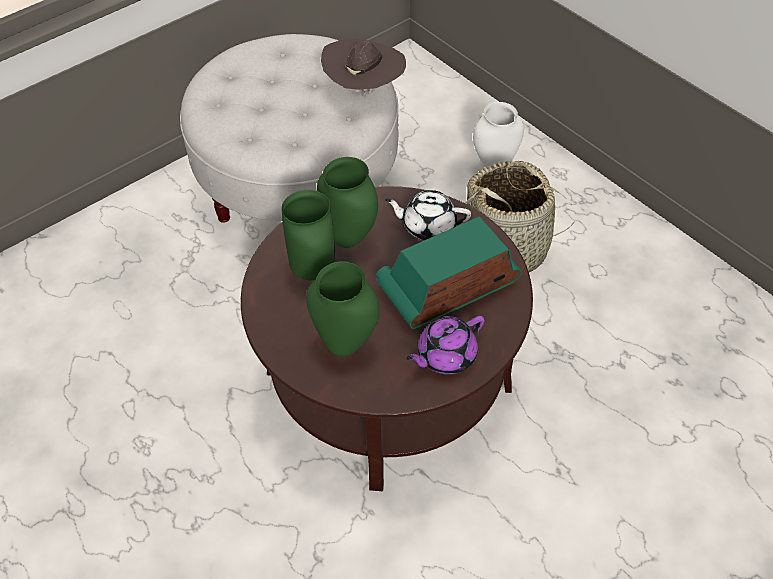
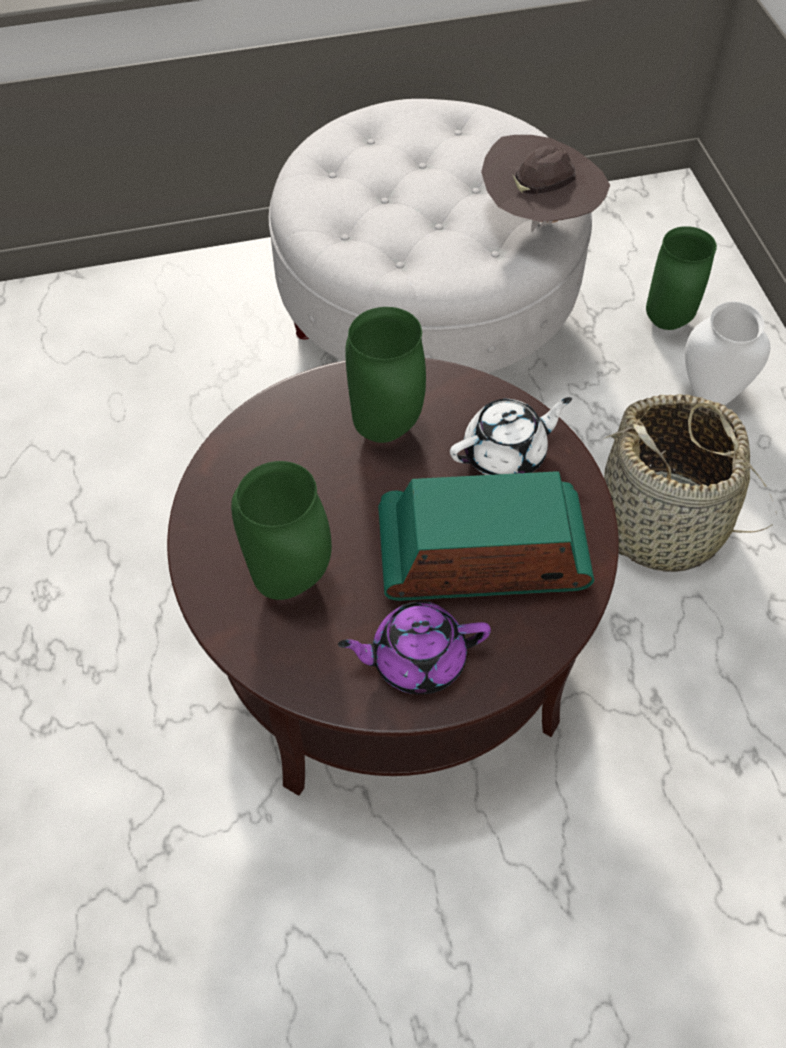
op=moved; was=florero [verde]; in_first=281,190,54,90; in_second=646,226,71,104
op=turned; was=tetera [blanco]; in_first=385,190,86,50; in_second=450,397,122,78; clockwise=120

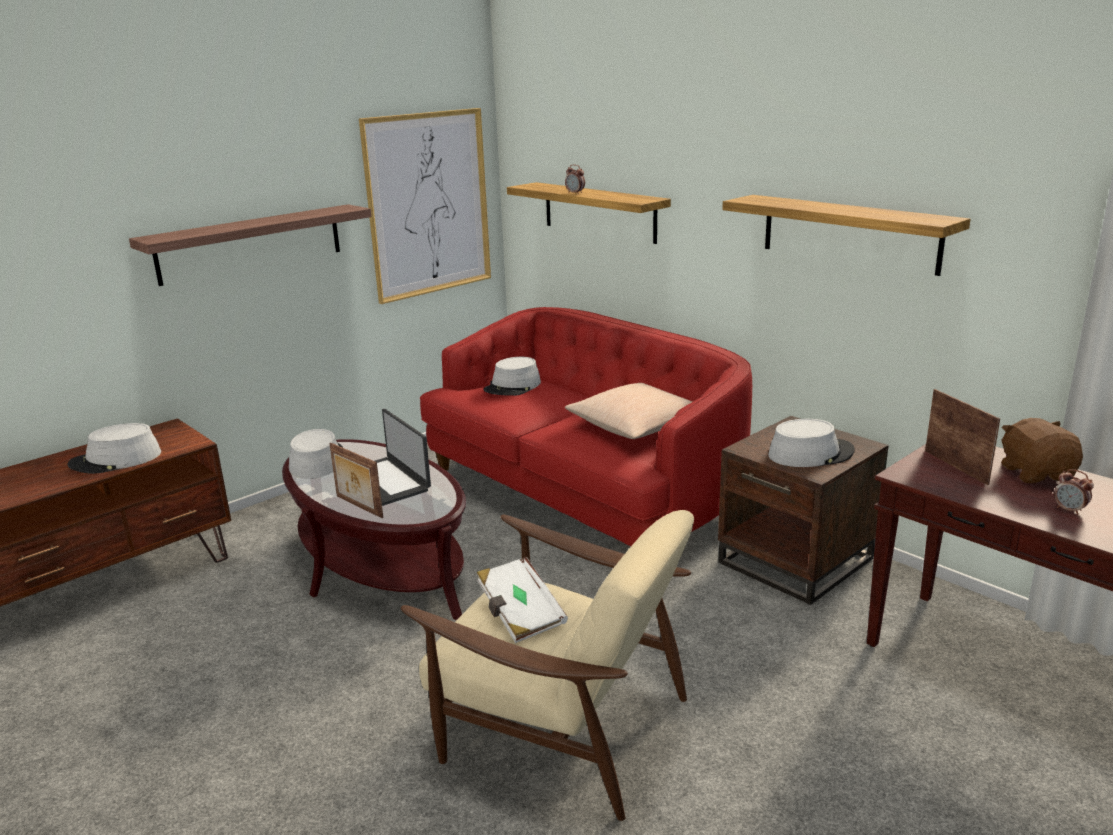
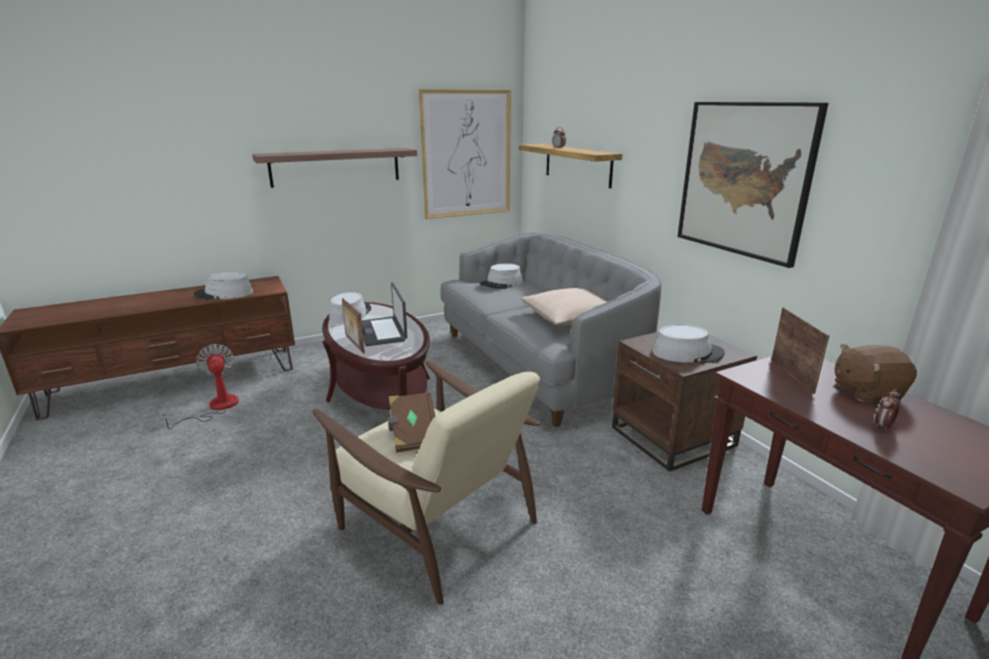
op=recoloured; was=sofá [rojo]; now=sofá [gris]; in_first=419,307,333,239; in_second=440,233,221,194
op=recoloured; was=libro [blanco]; now=libro [marrón]; in_first=477,557,91,86; in_second=388,392,48,61
op=replaced; was=estante; now=cuadro; in_first=722,195,249,81; in_second=678,102,151,166
op=turned; was=peluche [marrón]; in_first=1001,418,82,65; in_second=835,344,82,58; clockwise=-105
op=turned; was=despertador; in_first=1054,469,40,46; in_second=875,389,26,41; clockwise=75
op=added; now=ventilador; in_second=158,344,81,86

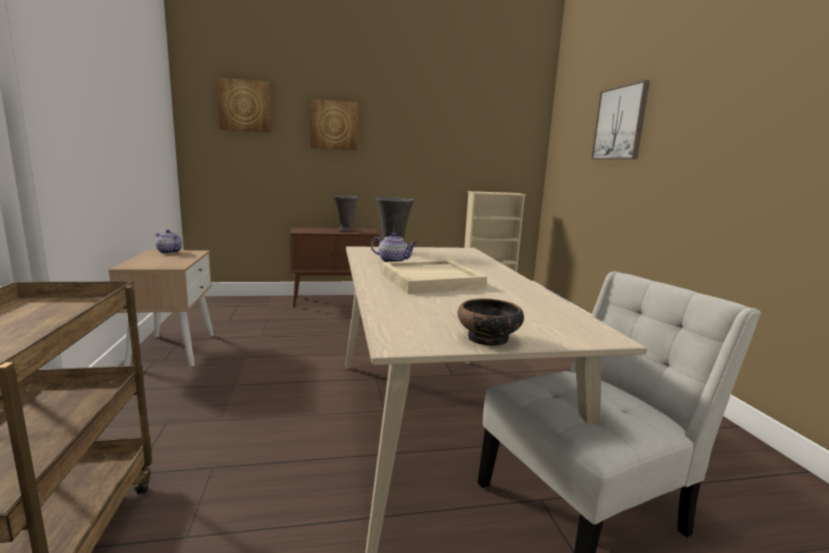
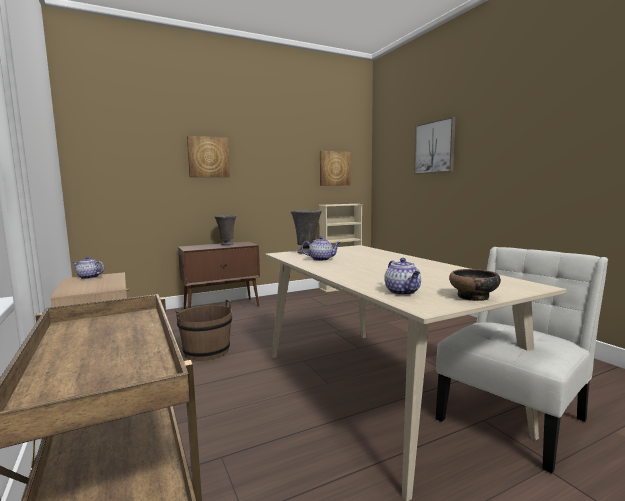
op=moved; was=cuadro; in_first=217,78,54,55; in_second=320,151,31,35
op=removed; was=bandeja [beis]; in_first=380,260,107,34
op=added; now=cubo [marrón]; in_second=175,300,57,61
op=added; now=tetera; in_second=384,258,37,37

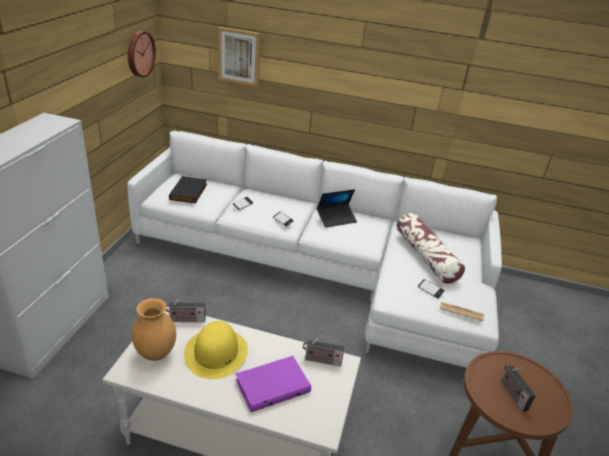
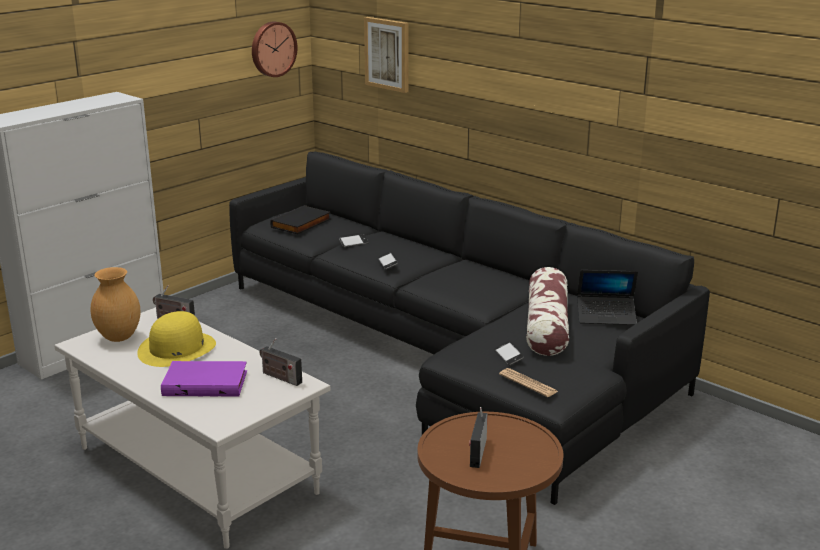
op=recoloured; was=sofá [blanco]; now=sofá [negro]; in_first=127,131,375,237; in_second=229,151,481,354
op=moved; was=portátil; in_first=317,189,40,39; in_second=577,270,61,55

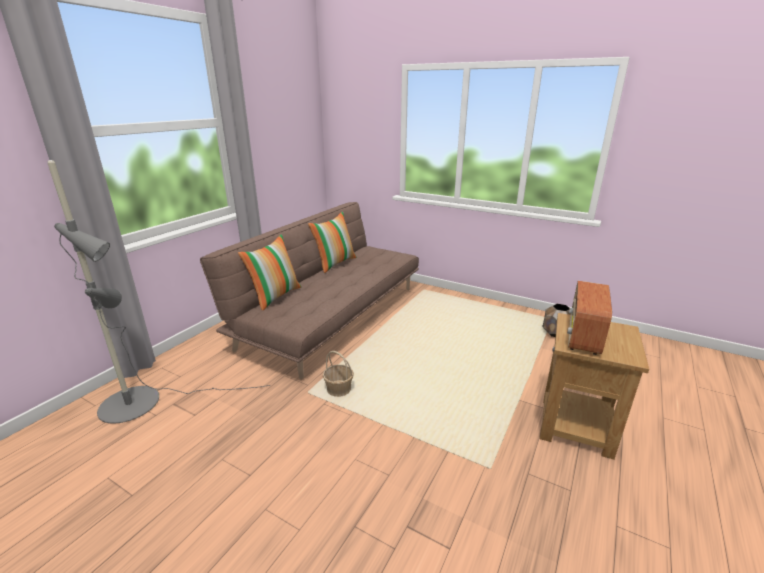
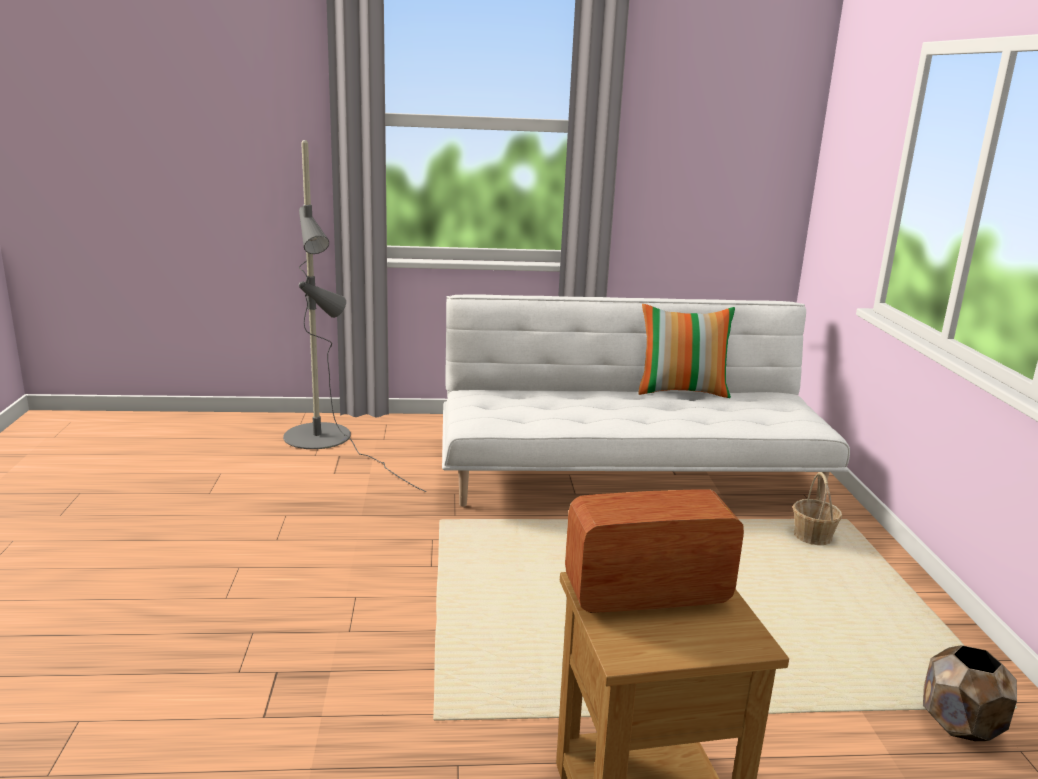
op=recoloured; was=sofá [marrón]; now=sofá [blanco]; in_first=200,202,219,177; in_second=442,294,408,213
op=removed; was=cojín; in_first=238,234,63,76
op=moved; was=cesta; in_first=323,351,31,46; in_second=793,472,49,73

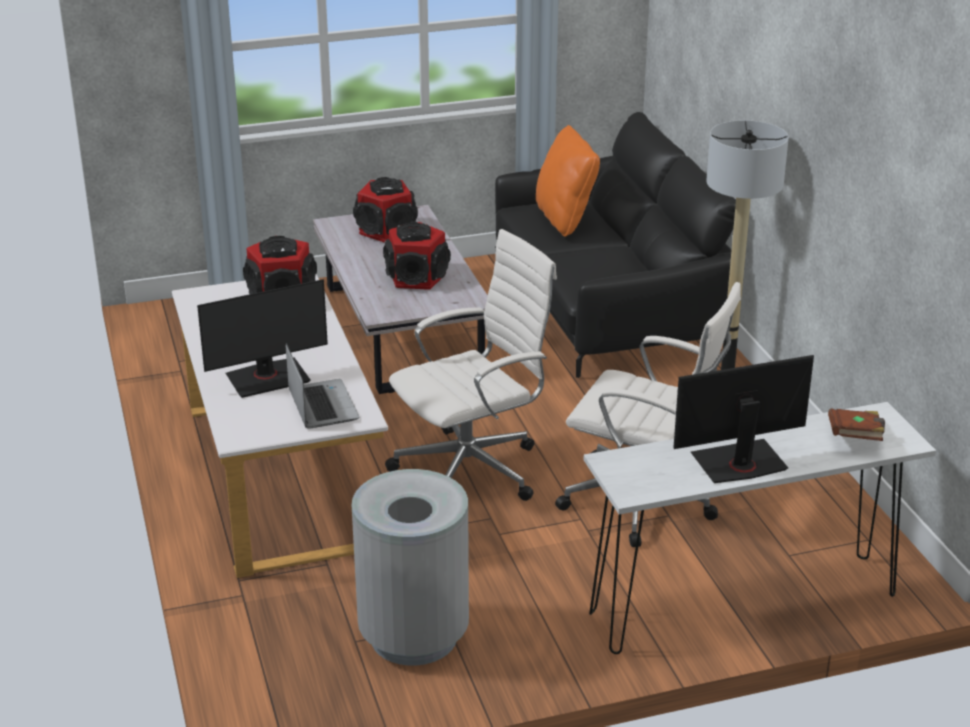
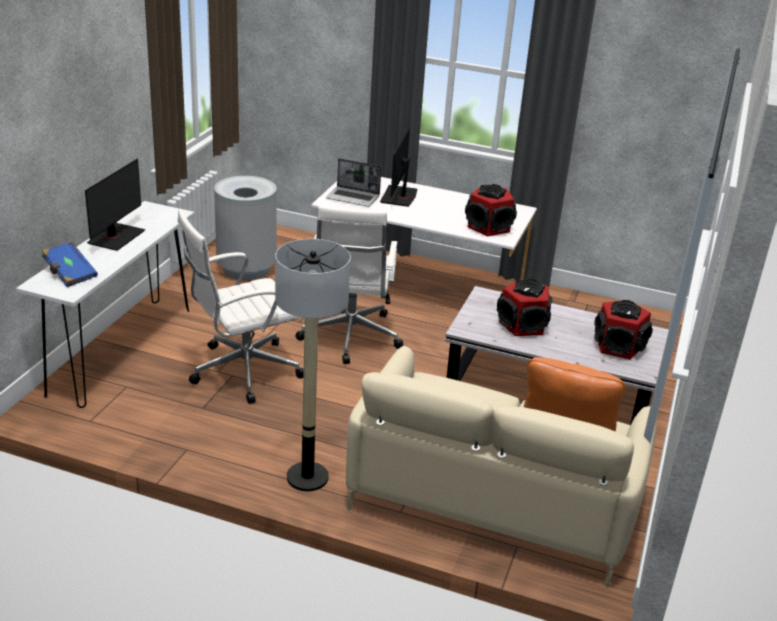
op=recoloured; was=sofá [negro]; now=sofá [beis]; in_first=495,112,241,266; in_second=346,346,311,242
op=recoloured; was=libro [marrón]; now=libro [azul]; in_first=828,408,57,33; in_second=42,242,56,45

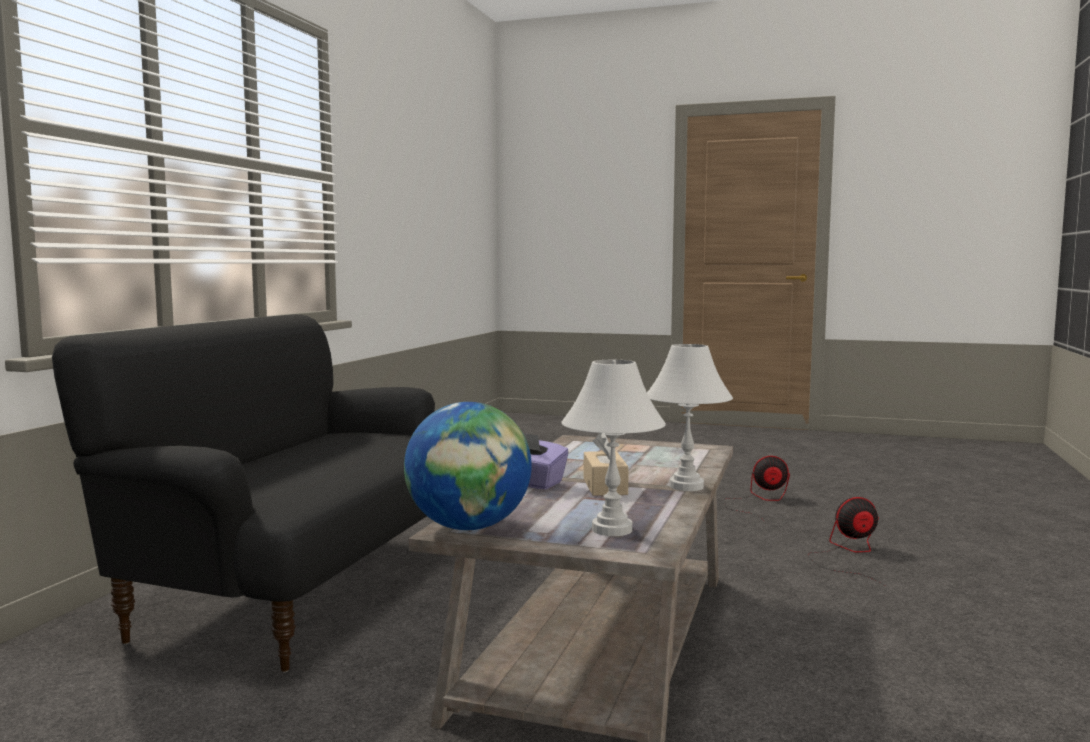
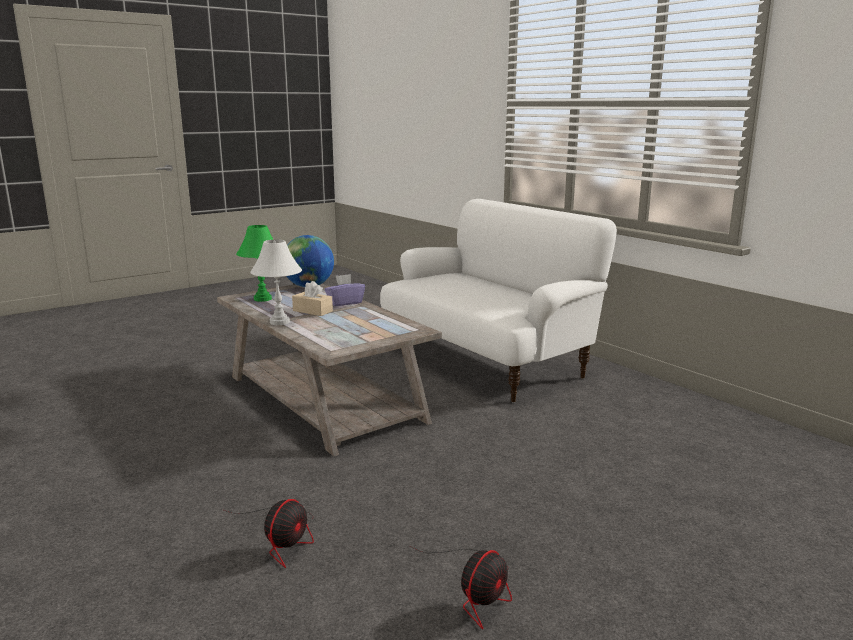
op=recoloured; was=sofá [negro]; now=sofá [blanco]; in_first=52,314,383,358; in_second=380,199,237,204
op=recoloured; was=lámpara de mesa [blanco]; now=lámpara de mesa [verde]; in_first=562,360,104,176; in_second=236,225,38,77

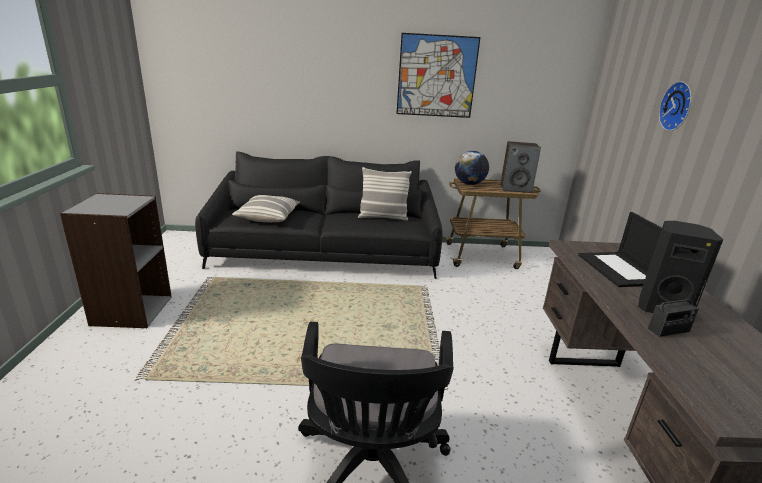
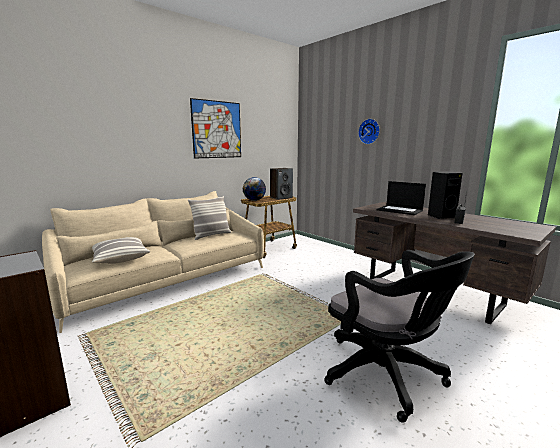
op=recoloured; was=sofá [negro]; now=sofá [beis]; in_first=195,151,248,128; in_second=42,191,222,142

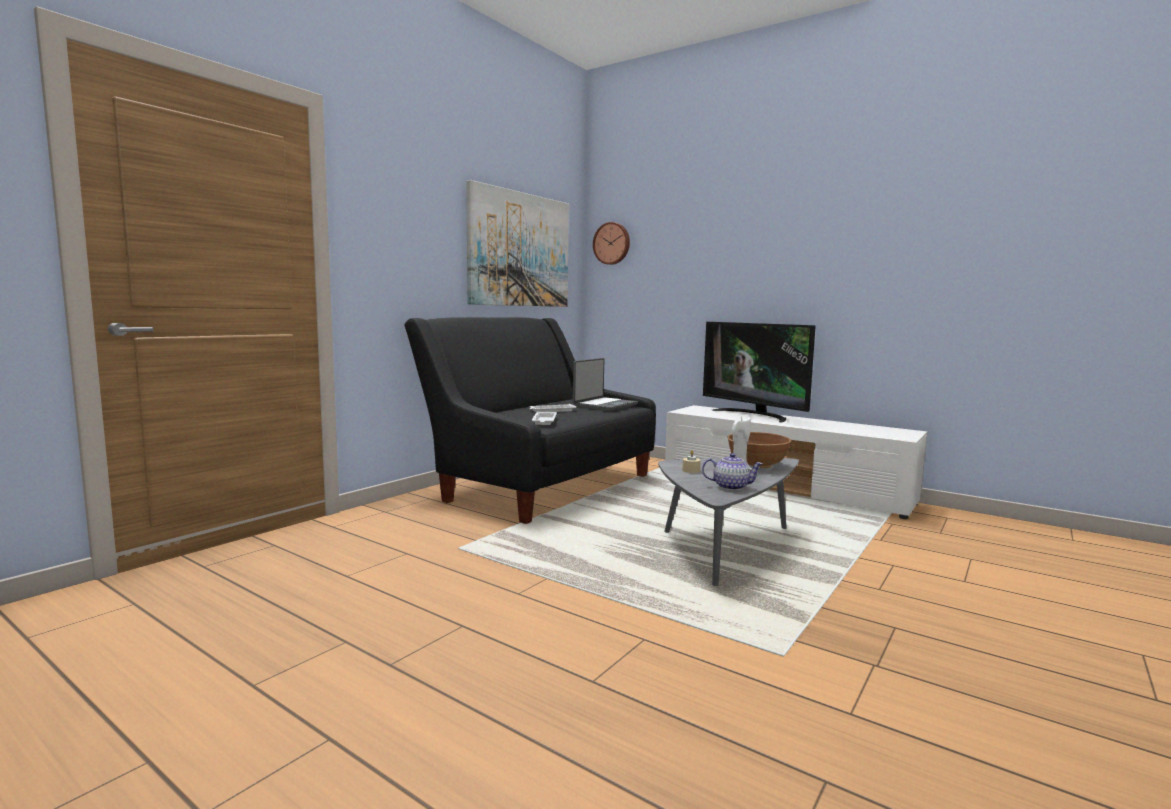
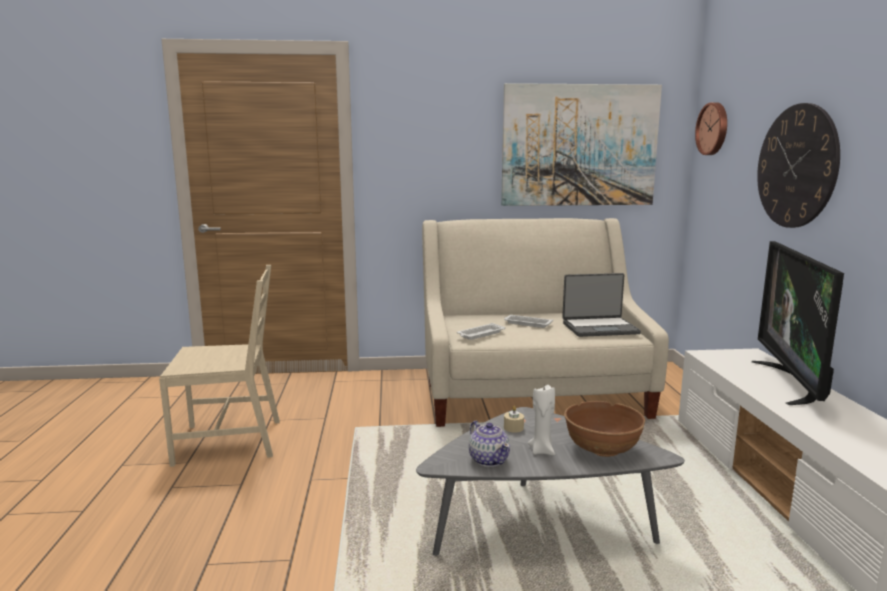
op=recoloured; was=sofá [negro]; now=sofá [beis]; in_first=405,317,251,207; in_second=422,218,247,209
op=added; now=silla [beis]; in_second=159,265,121,202
op=added; now=reloj de pared; in_second=757,103,83,125

